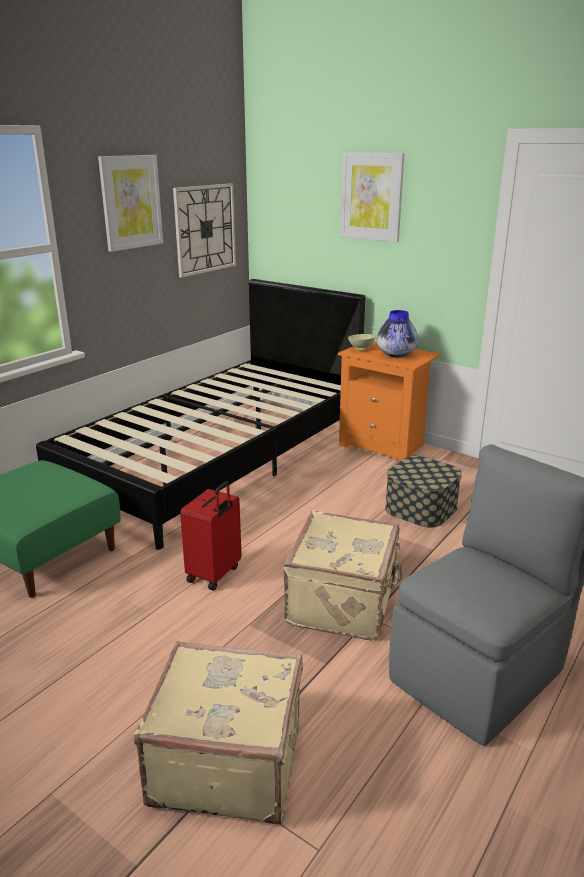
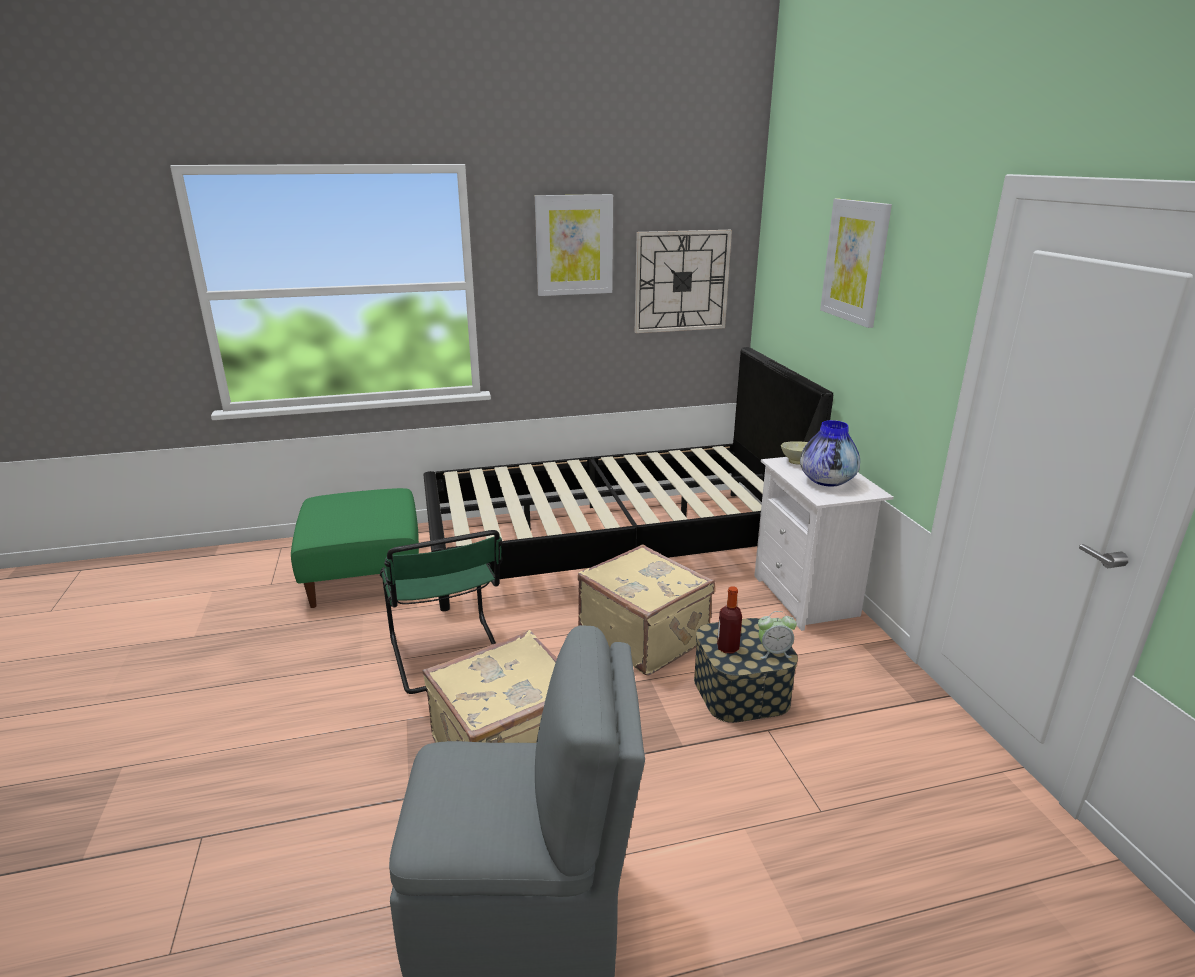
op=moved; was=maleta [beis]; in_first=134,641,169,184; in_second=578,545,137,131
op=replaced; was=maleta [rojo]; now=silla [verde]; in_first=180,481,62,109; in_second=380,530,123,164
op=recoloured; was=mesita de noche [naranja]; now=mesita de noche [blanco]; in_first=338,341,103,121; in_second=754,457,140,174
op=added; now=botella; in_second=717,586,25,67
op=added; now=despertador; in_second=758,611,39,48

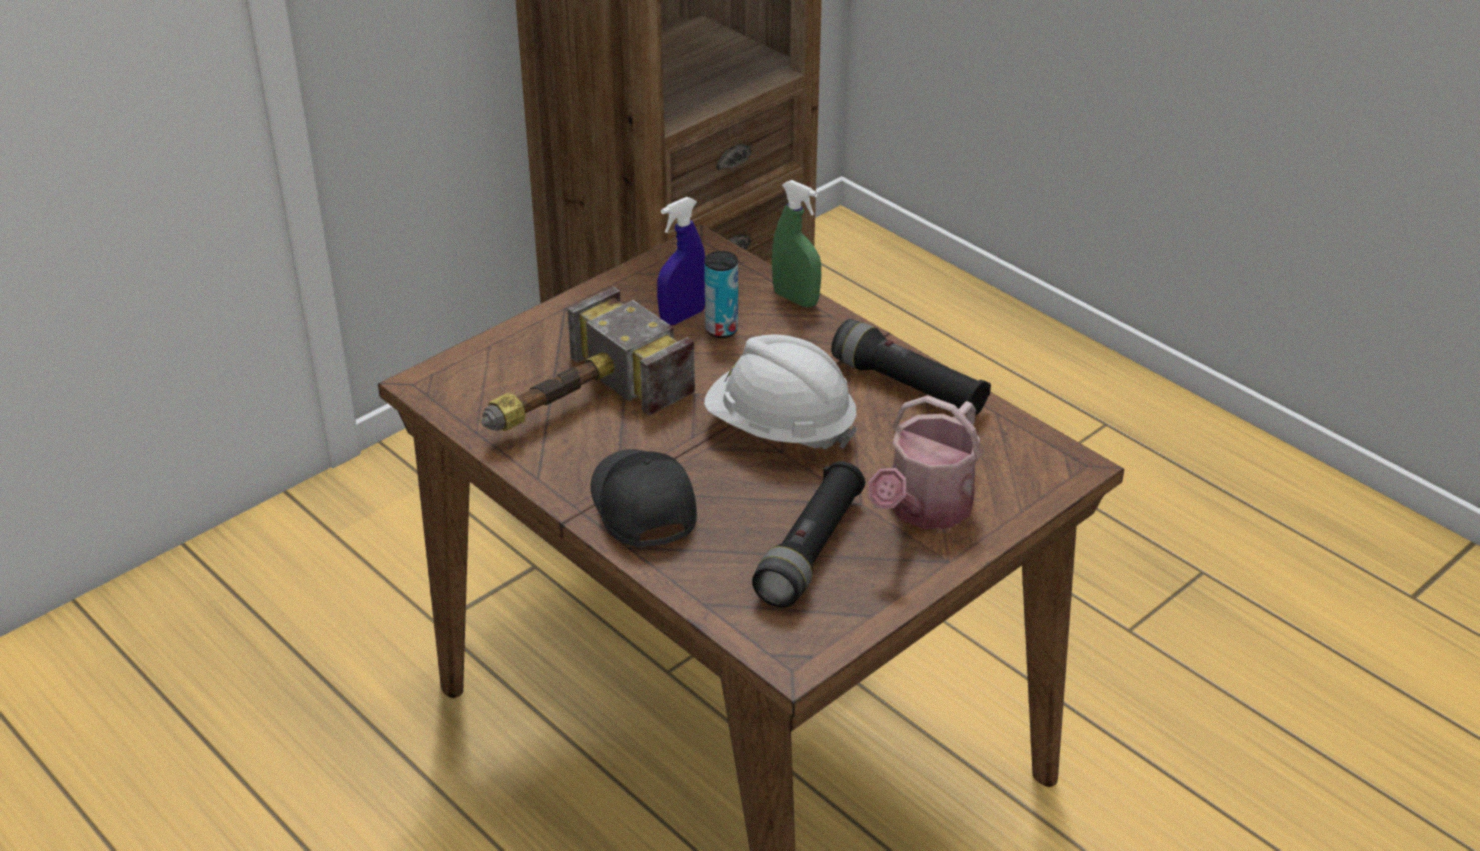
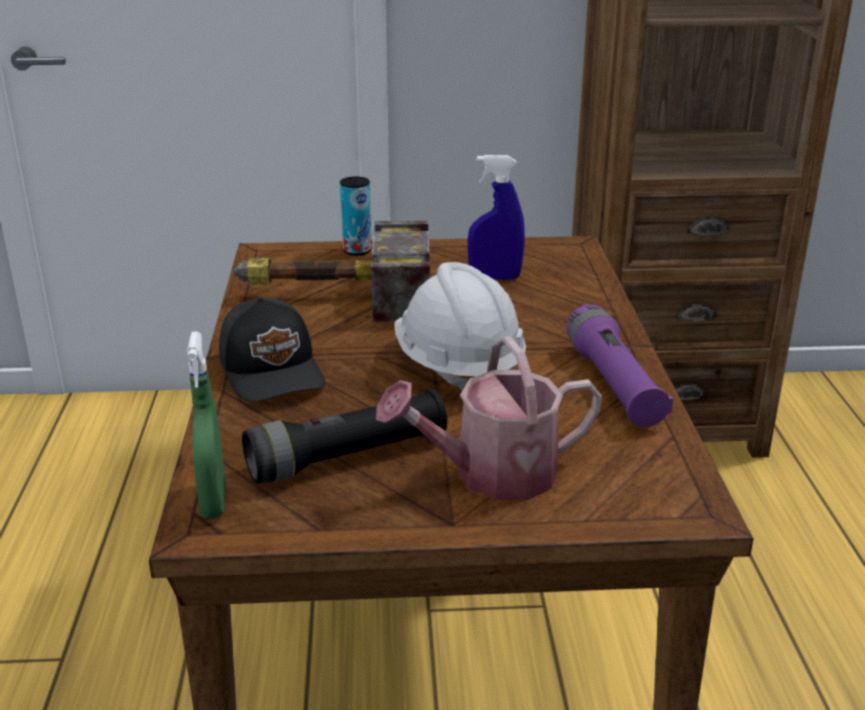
op=turned; was=gorra [negro]; in_first=591,449,106,99; in_second=219,297,106,105; clockwise=135
op=moved; was=lata; in_first=704,251,34,87; in_second=340,176,32,80
op=moved; was=pulverizador [verde]; in_first=772,180,49,128; in_second=187,331,39,187
op=recoloured; was=linterna [negro]; now=linterna [morado]; in_first=831,319,160,97; in_second=566,304,107,123

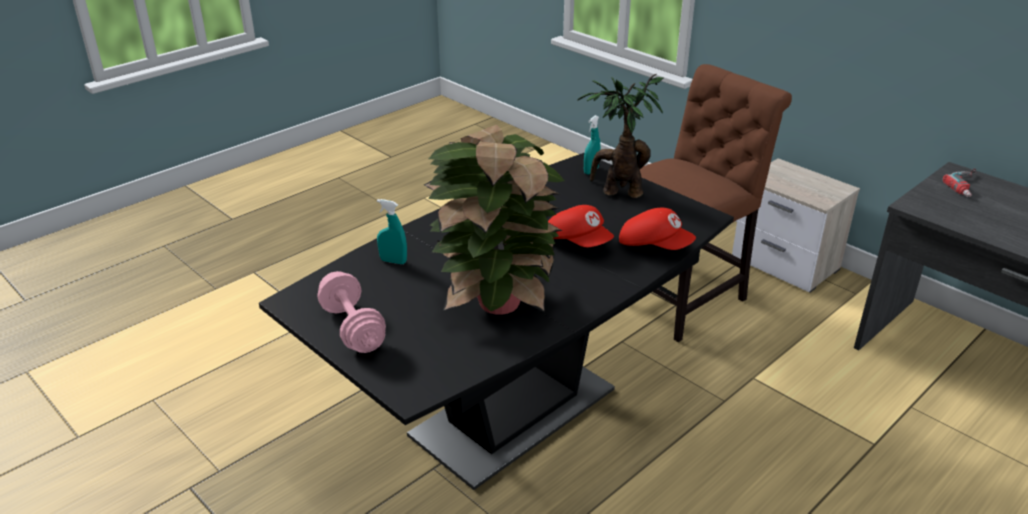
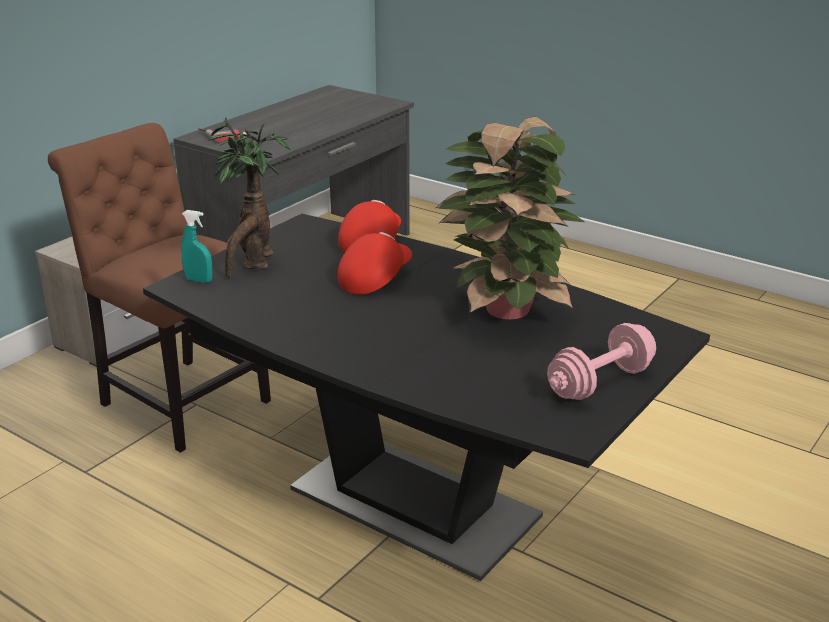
op=removed; was=pulverizador [turquesa]; in_first=377,199,30,65

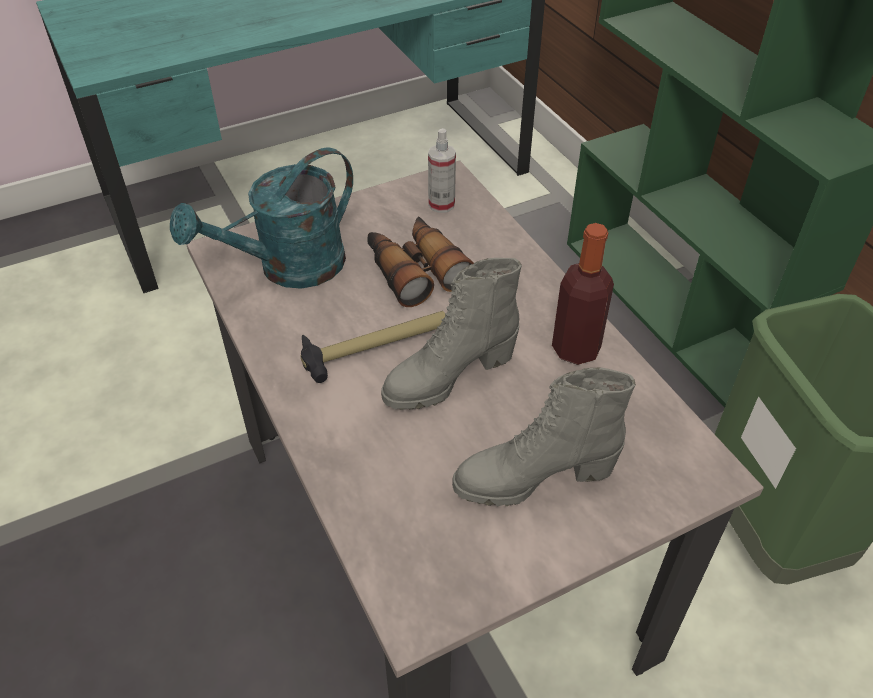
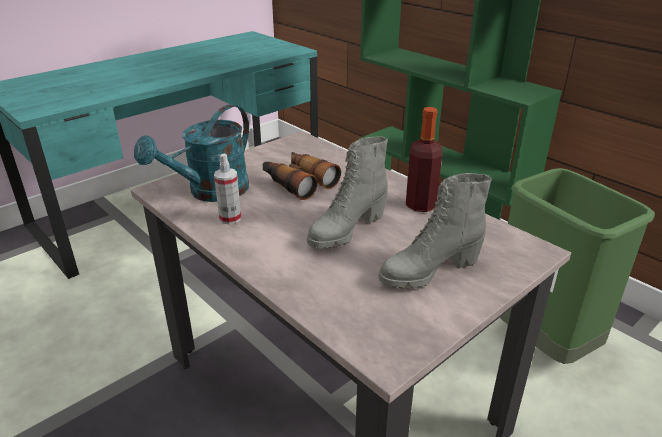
op=removed; was=martillo; in_first=300,311,145,72
op=moved; was=pulverizador; in_first=428,128,28,85; in_second=214,154,27,71

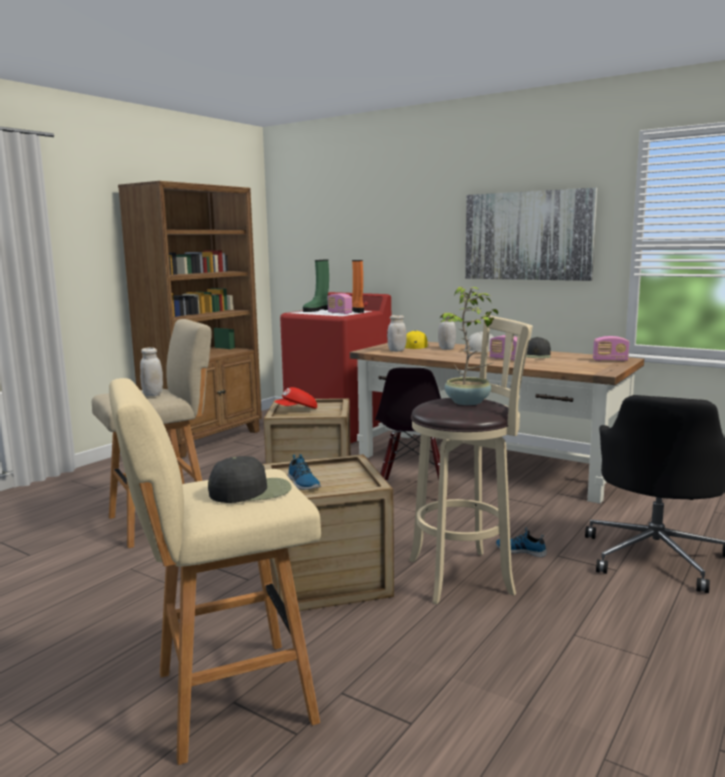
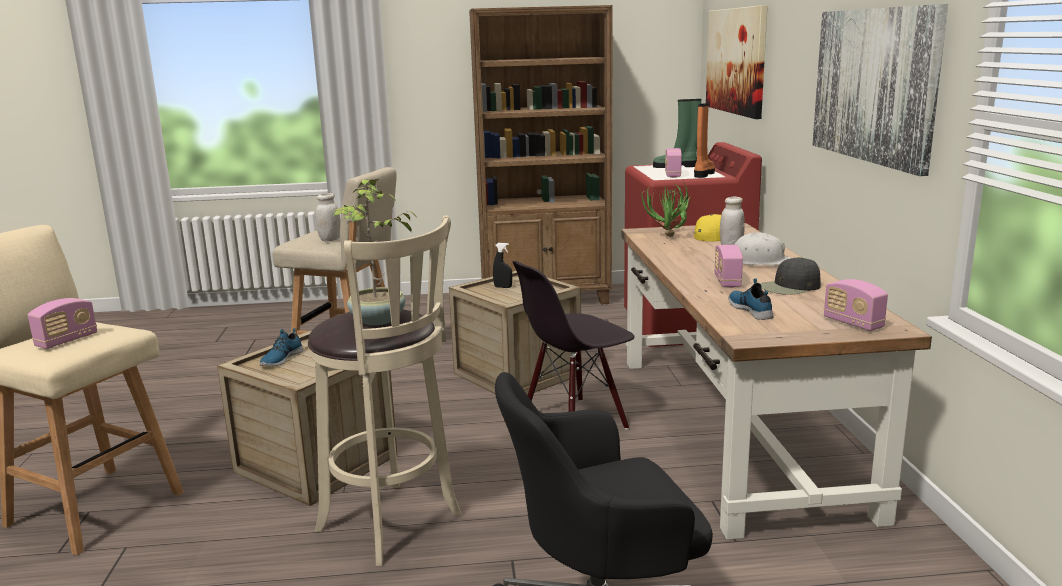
op=replaced; was=gorra [negro]; now=radio; in_first=208,456,84,47; in_second=28,298,69,51
op=replaced; was=gorra [rojo]; now=pulverizador [negro]; in_first=274,387,43,22; in_second=493,243,19,45
op=replaced; was=tarro [blanco]; now=planta en maceta; in_first=387,315,20,37; in_second=640,180,51,57
op=moved; was=zapato; in_first=496,527,51,30; in_second=728,278,46,42
op=added; now=cuadro; in_second=706,5,62,114

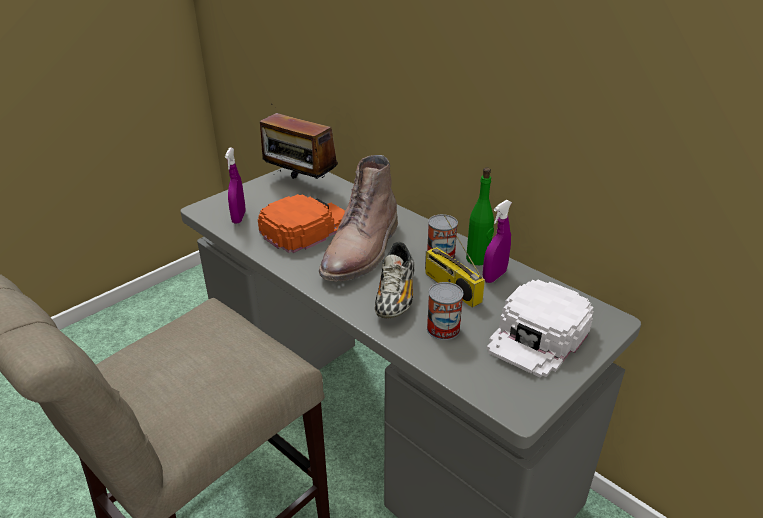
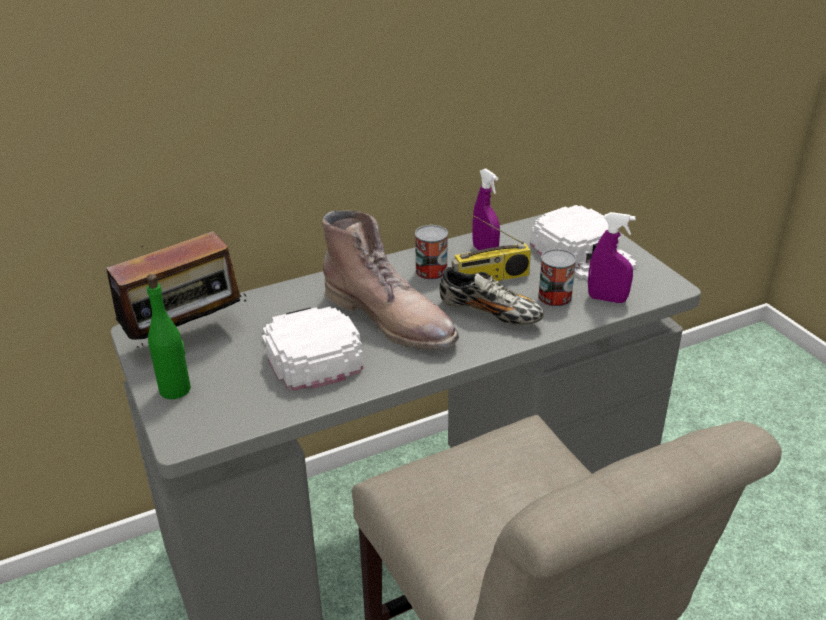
op=moved; was=pulverizador [morado]; in_first=225,148,21,75; in_second=588,212,48,91
op=recoloured; was=gorra [naranja]; now=gorra [blanco]; in_first=258,194,87,59; in_second=262,307,101,84
op=moved; was=botella [verde]; in_first=466,168,28,97; in_second=146,274,45,125

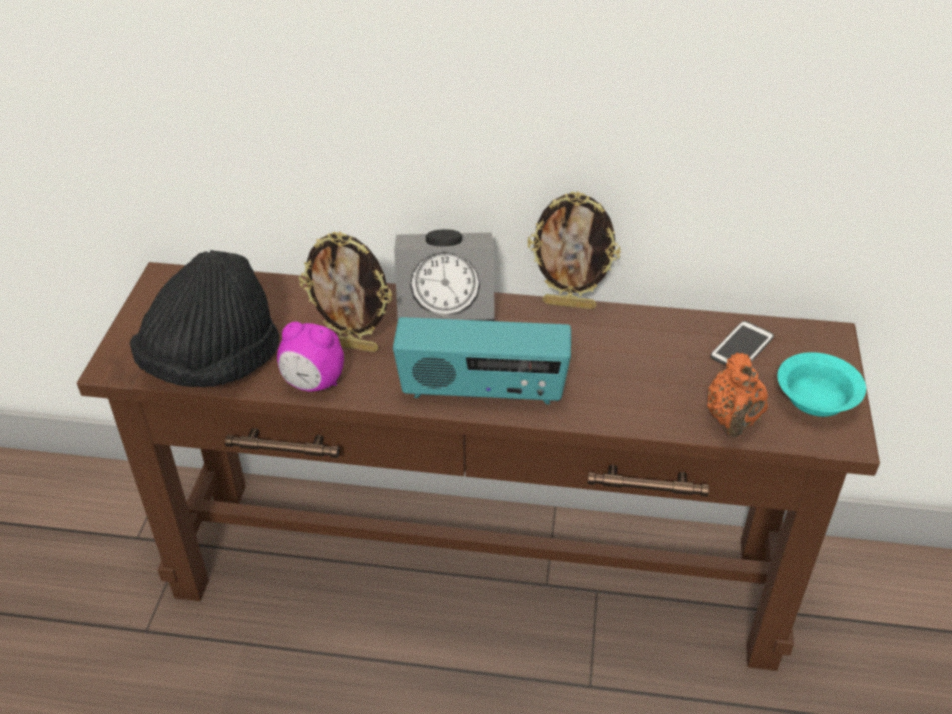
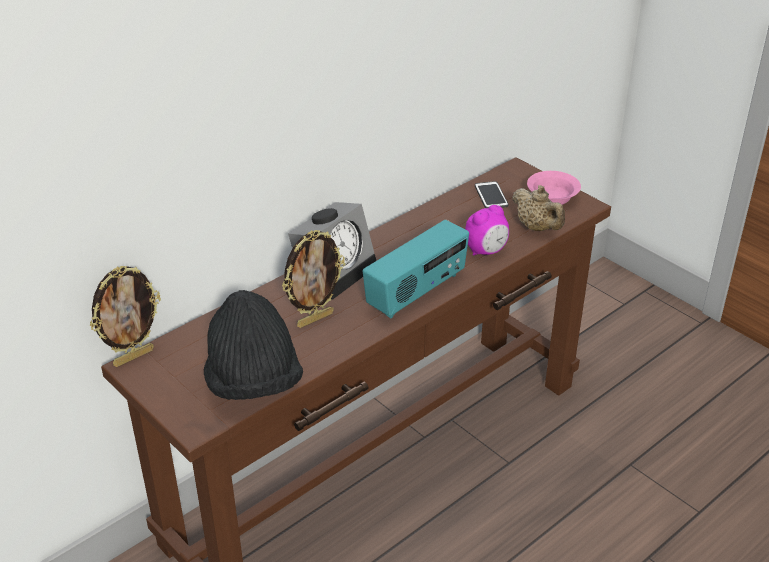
op=moved; was=despertador; in_first=277,322,67,70; in_second=465,205,44,51
op=moved; was=portarretratos; in_first=527,191,94,119; in_second=90,266,71,101
op=recoloured; was=tetera [naranja]; now=tetera [beis]; in_first=707,353,61,84; in_second=512,185,53,46
op=recoloured; was=cuenco [turquesa]; now=cuenco [rosa]; in_first=777,352,89,65; in_second=527,171,54,34

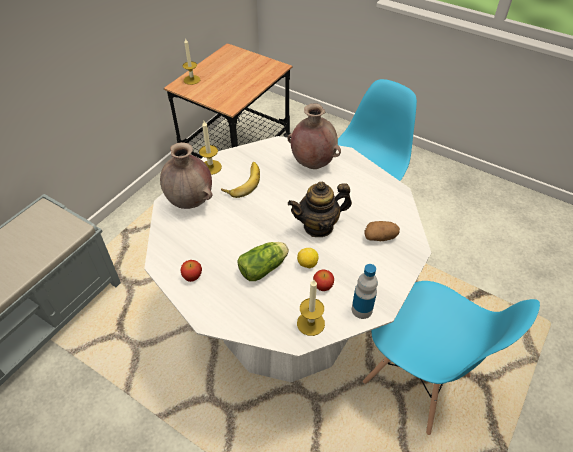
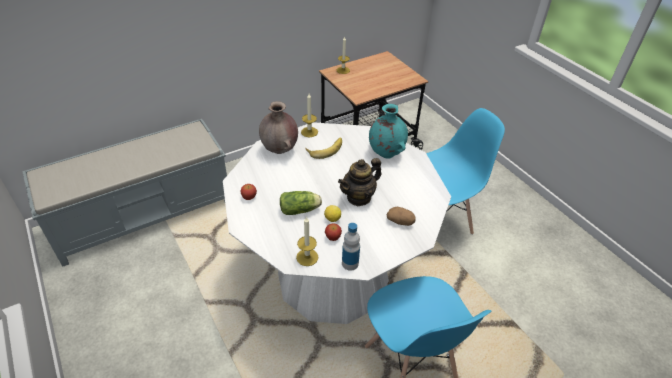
op=recoloured; was=florero [marrón]; now=florero [turquesa]; in_first=287,103,54,66; in_second=369,104,39,54
op=turned; was=tetera; in_first=288,182,64,55; in_second=338,158,44,48; clockwise=-45

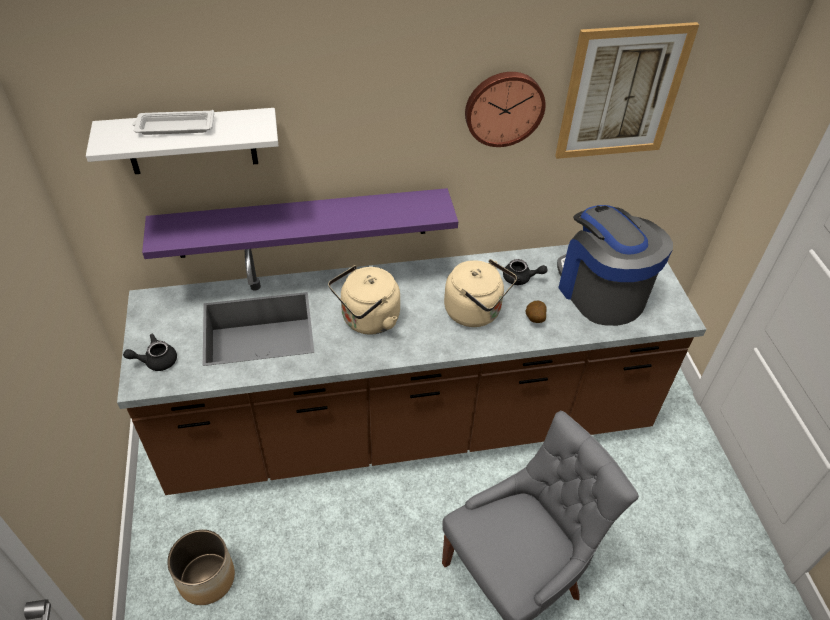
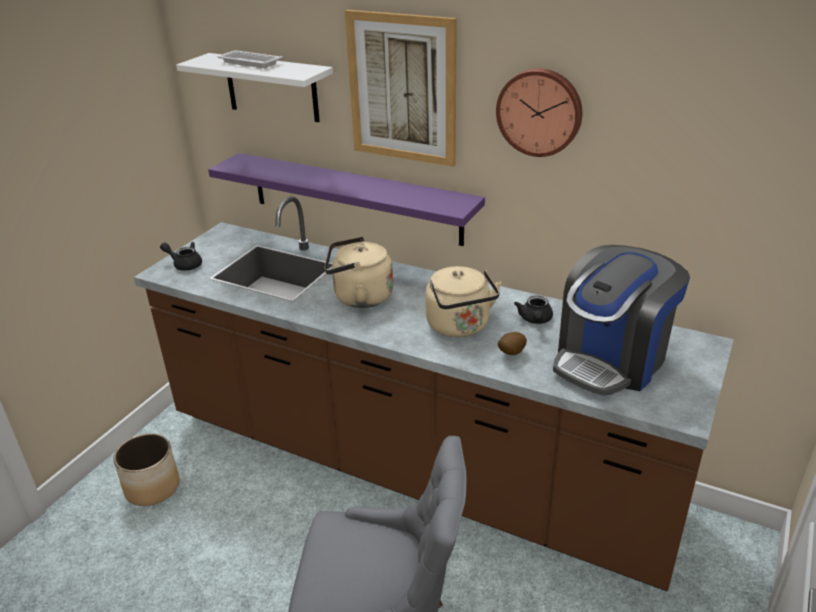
op=turned; was=tetera [negro]; in_first=503,259,45,26; in_second=514,296,39,28; clockwise=45
op=moved; was=cuadro; in_first=555,22,144,137; in_second=345,10,112,157
op=turned; was=cafetera; in_first=557,205,116,121; in_second=553,245,137,151; clockwise=-150

